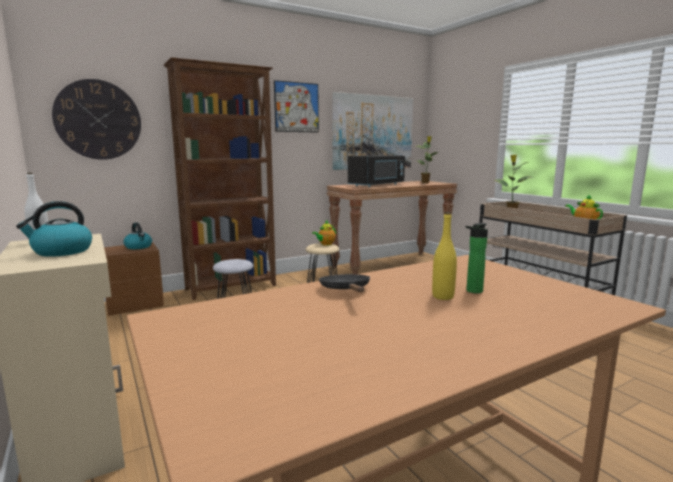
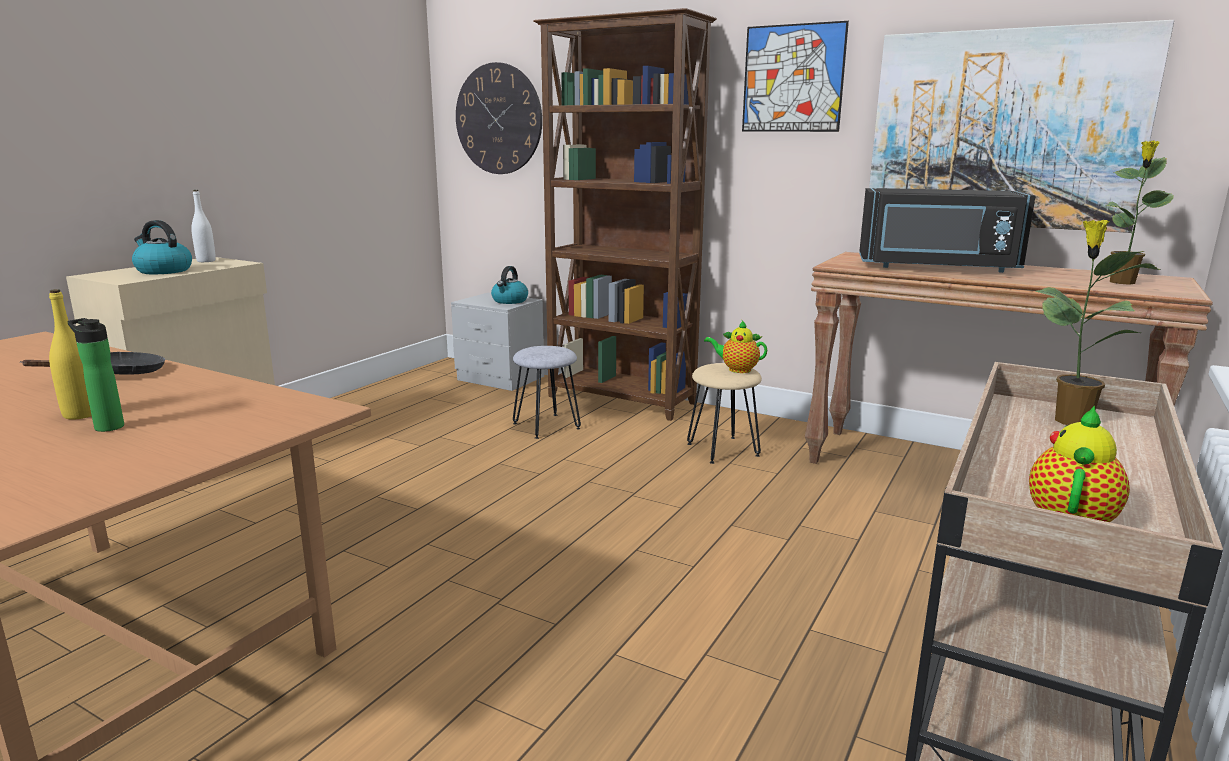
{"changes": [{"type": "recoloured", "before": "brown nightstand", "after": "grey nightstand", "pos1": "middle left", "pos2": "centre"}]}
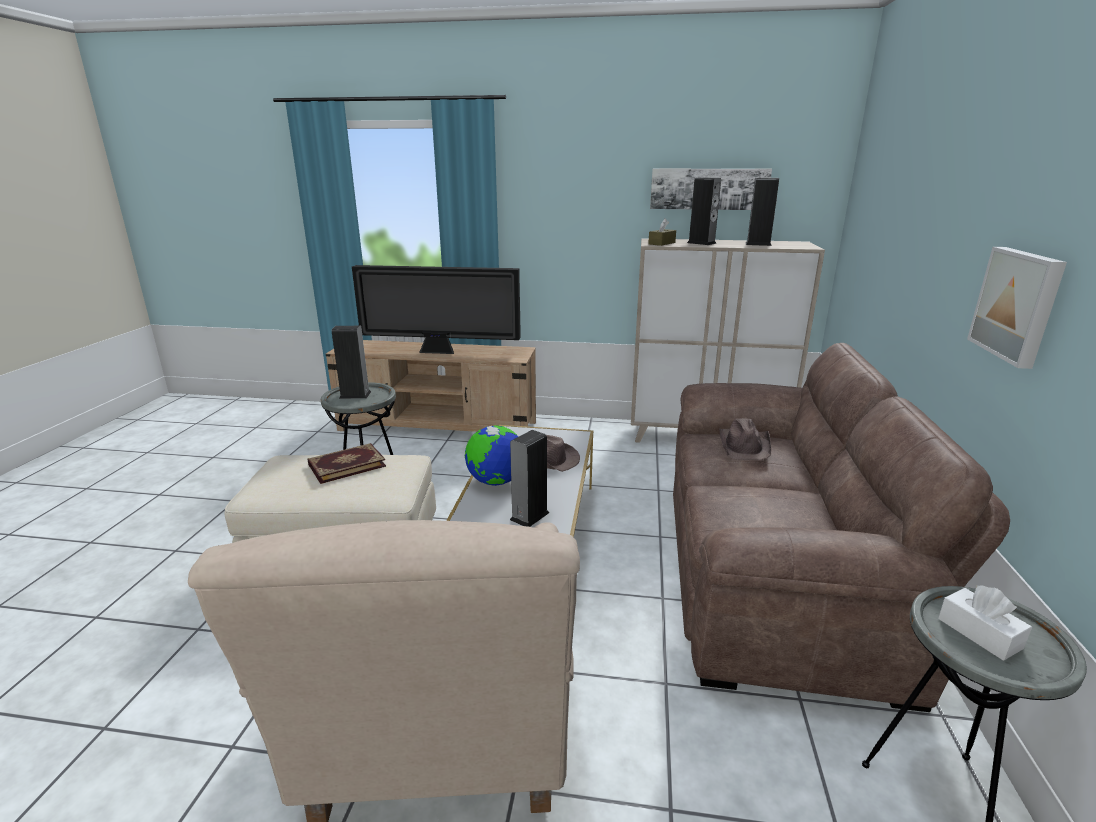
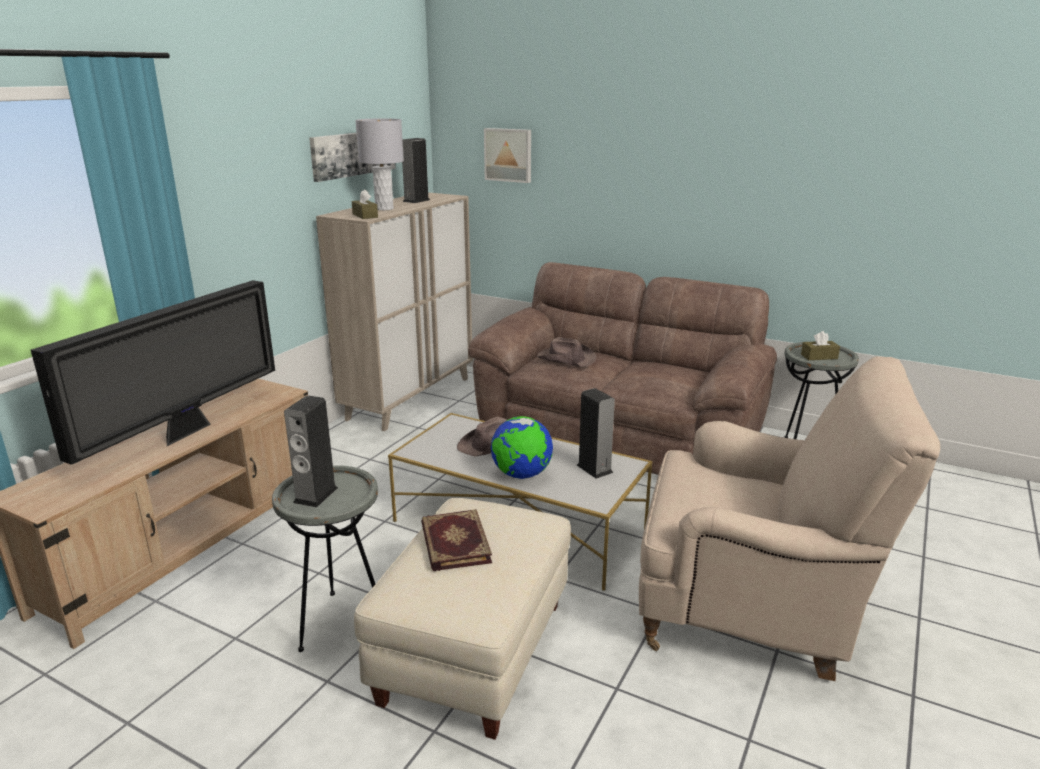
{"changes": [{"type": "moved", "before": "picture (2nd from left)", "pos1": "middle right", "pos2": "top centre"}, {"type": "replaced", "before": "speaker (3rd from left)", "after": "grey table lamp", "pos1": "top centre", "pos2": "top centre"}, {"type": "recoloured", "before": "white tissue box", "after": "brown tissue box (2nd from left)", "pos1": "bottom right", "pos2": "middle right"}]}
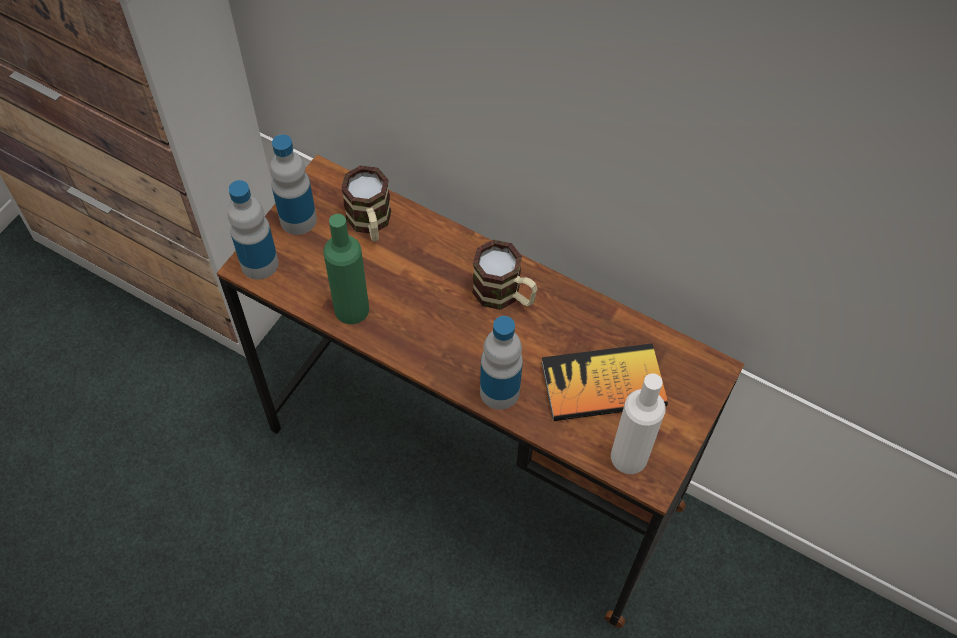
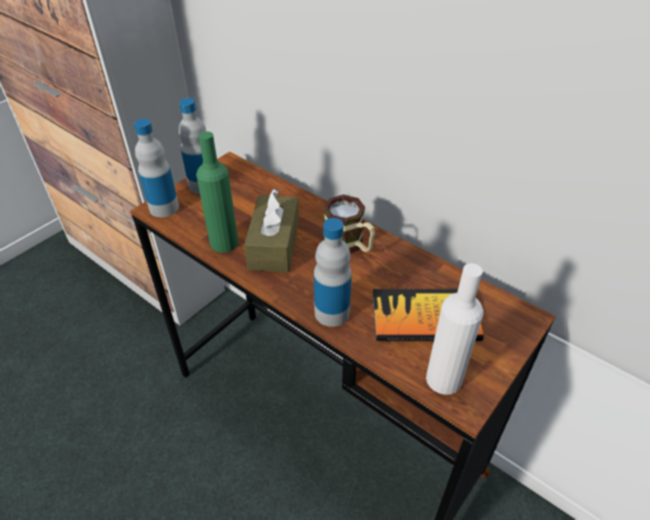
{"changes": [{"type": "removed", "before": "mug (1st from left)", "pos1": "top centre"}, {"type": "added", "after": "brown tissue box", "pos2": "centre"}]}
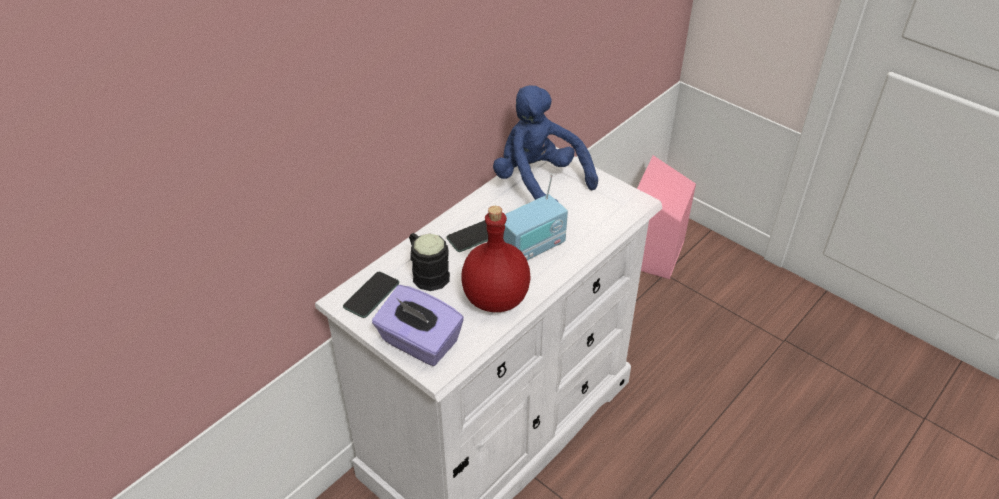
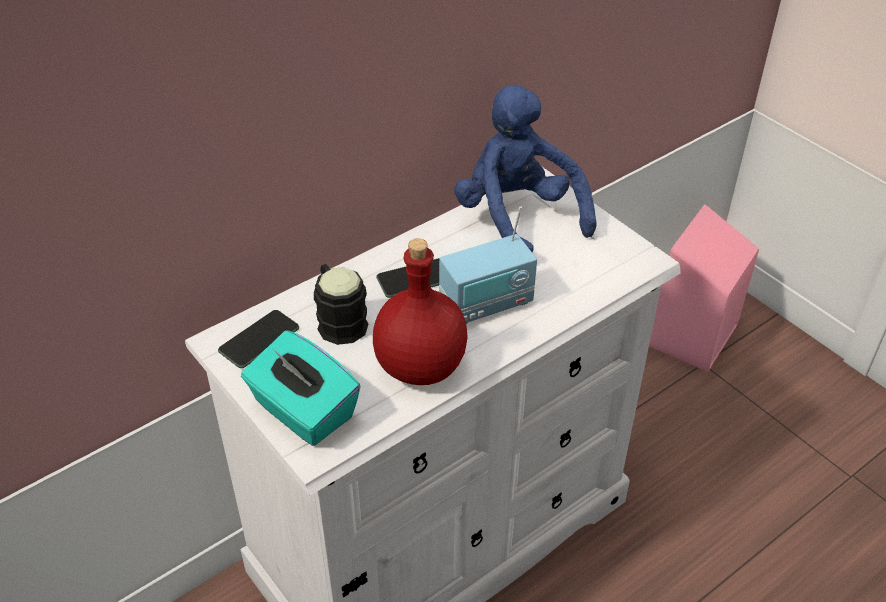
{"changes": [{"type": "recoloured", "before": "purple tissue box", "after": "turquoise tissue box", "pos1": "centre", "pos2": "centre"}]}
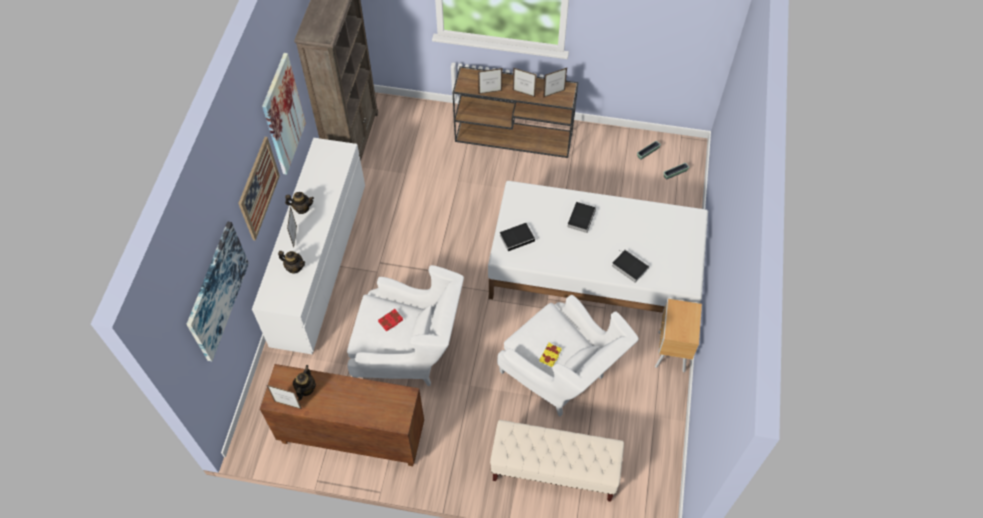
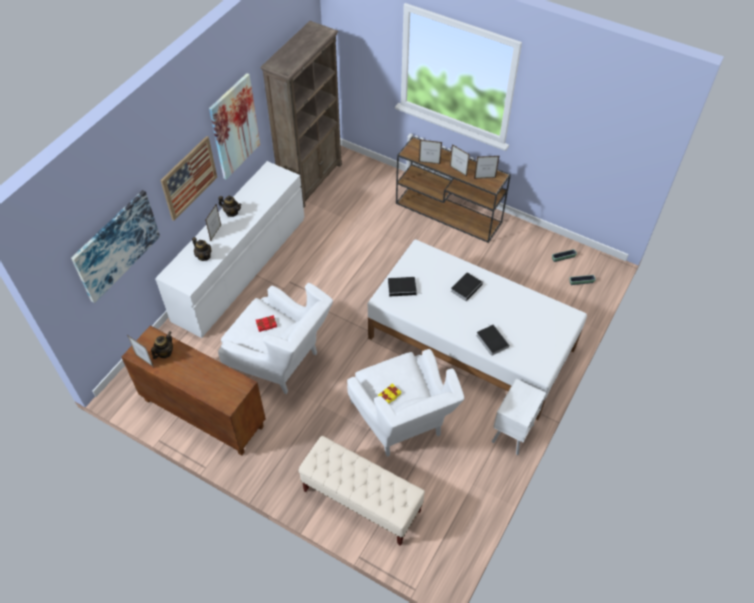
{"changes": [{"type": "recoloured", "before": "brown nightstand", "after": "white nightstand", "pos1": "middle right", "pos2": "bottom right"}]}
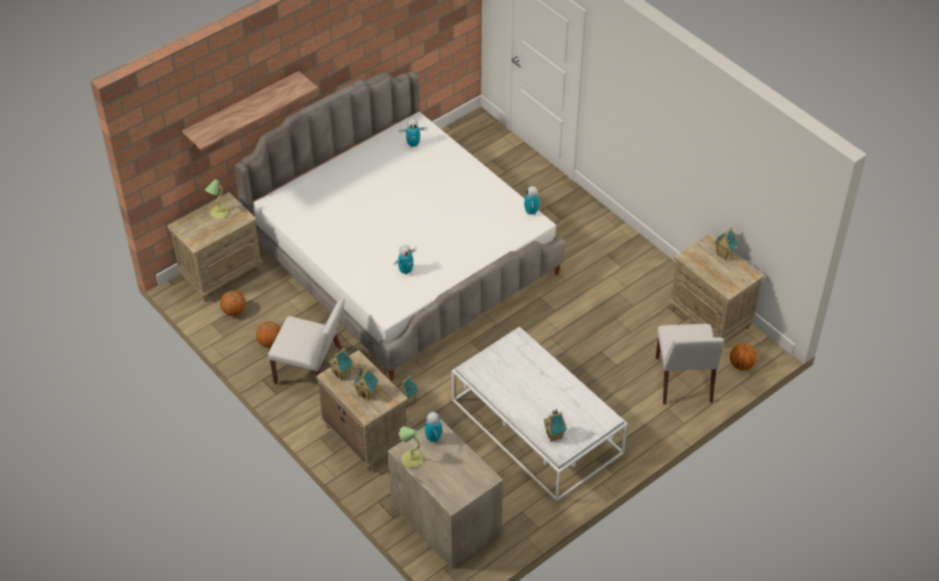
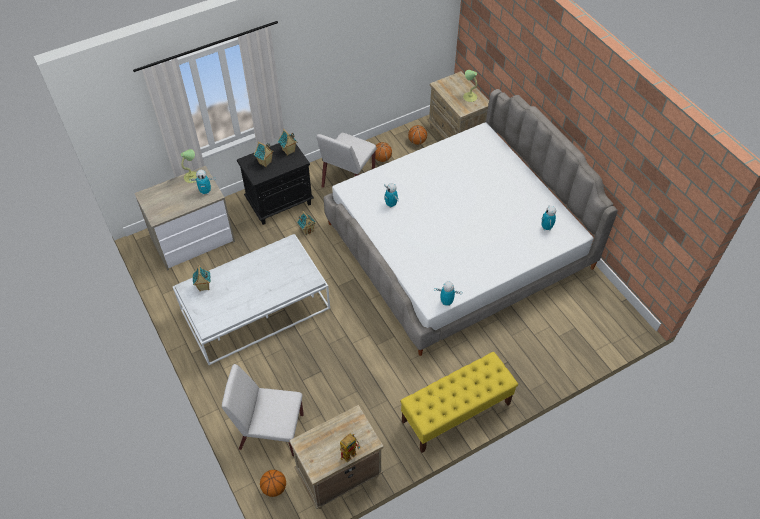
{"changes": [{"type": "removed", "before": "shelf", "pos1": "top left"}, {"type": "added", "after": "yellow bench", "pos2": "bottom centre"}, {"type": "replaced", "before": "toy house (5th from left)", "after": "toy robot (2nd from left)", "pos1": "middle right", "pos2": "bottom centre"}, {"type": "recoloured", "before": "beige nightstand (2nd from left)", "after": "black nightstand", "pos1": "bottom centre", "pos2": "centre"}]}
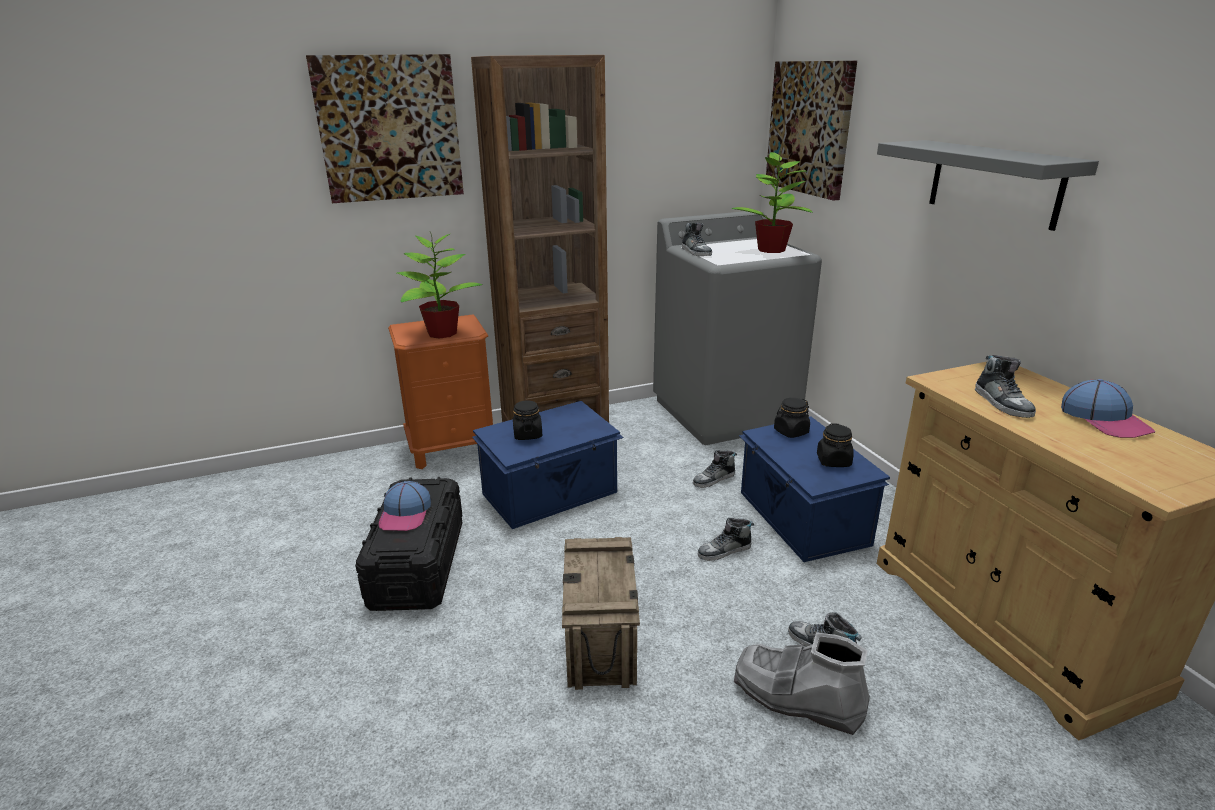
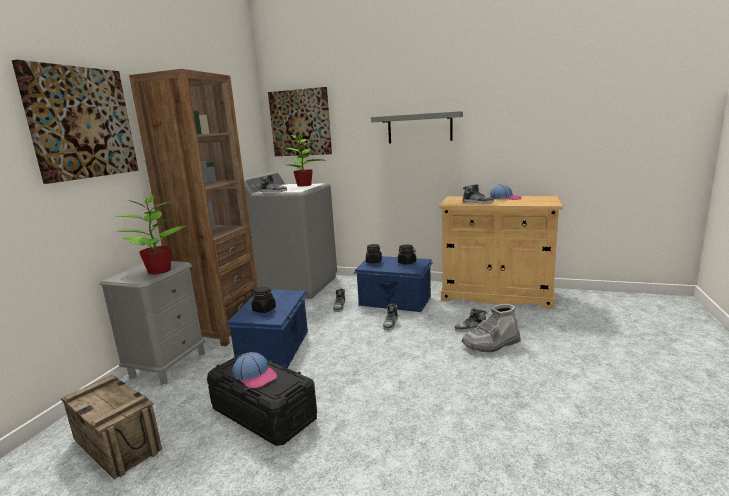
{"changes": [{"type": "moved", "before": "crate", "pos1": "bottom centre", "pos2": "bottom left"}, {"type": "recoloured", "before": "orange nightstand", "after": "grey nightstand", "pos1": "centre", "pos2": "middle left"}]}
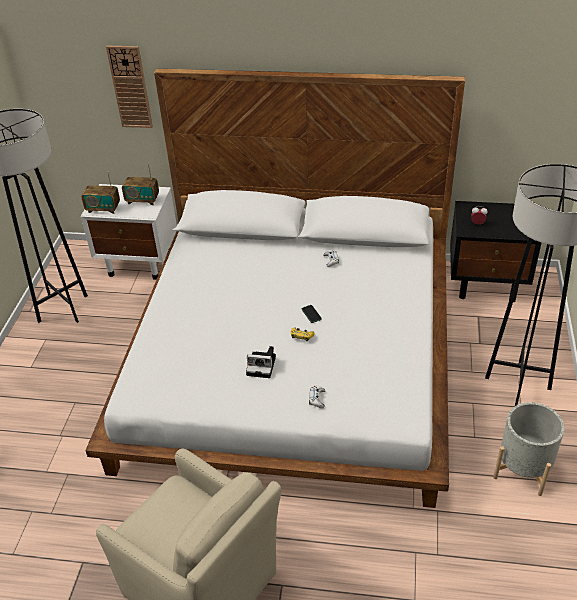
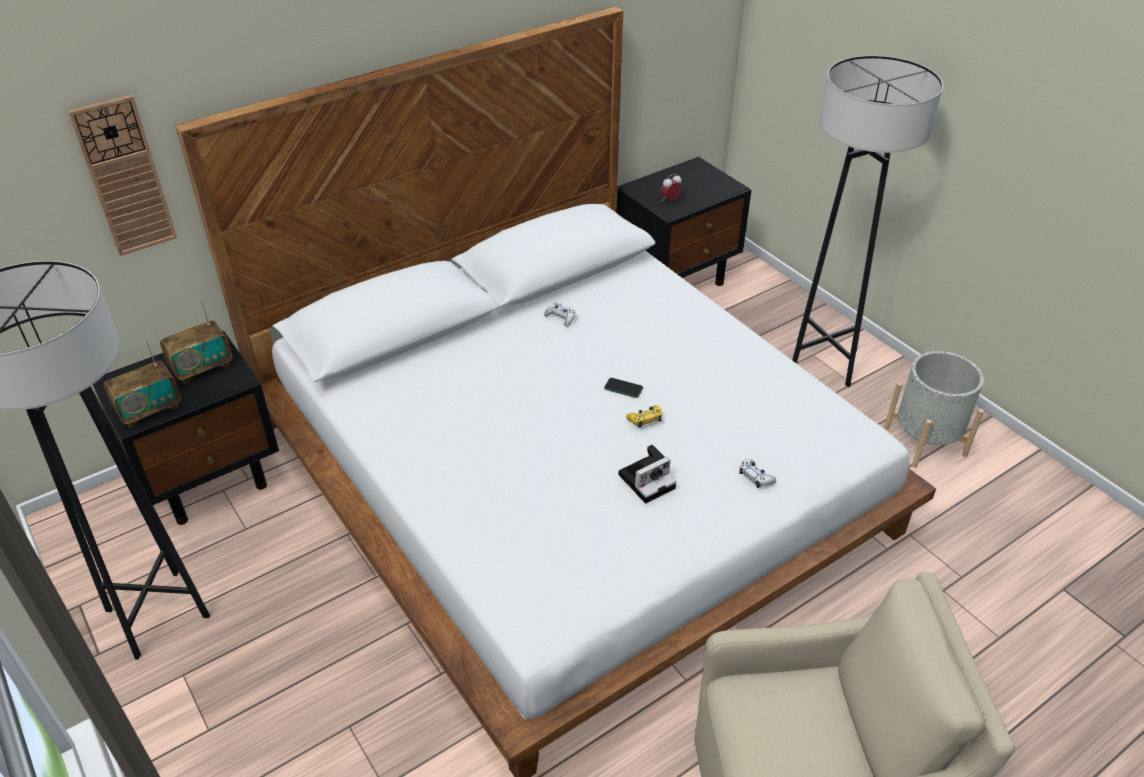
{"changes": [{"type": "recoloured", "before": "white nightstand", "after": "black nightstand (1st from left)", "pos1": "middle left", "pos2": "middle left"}]}
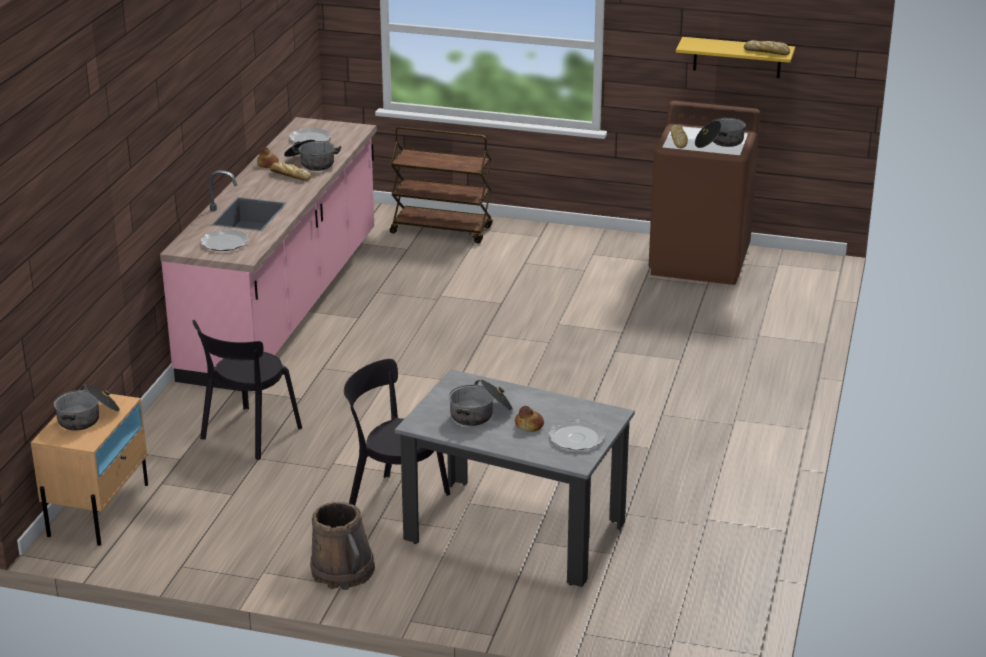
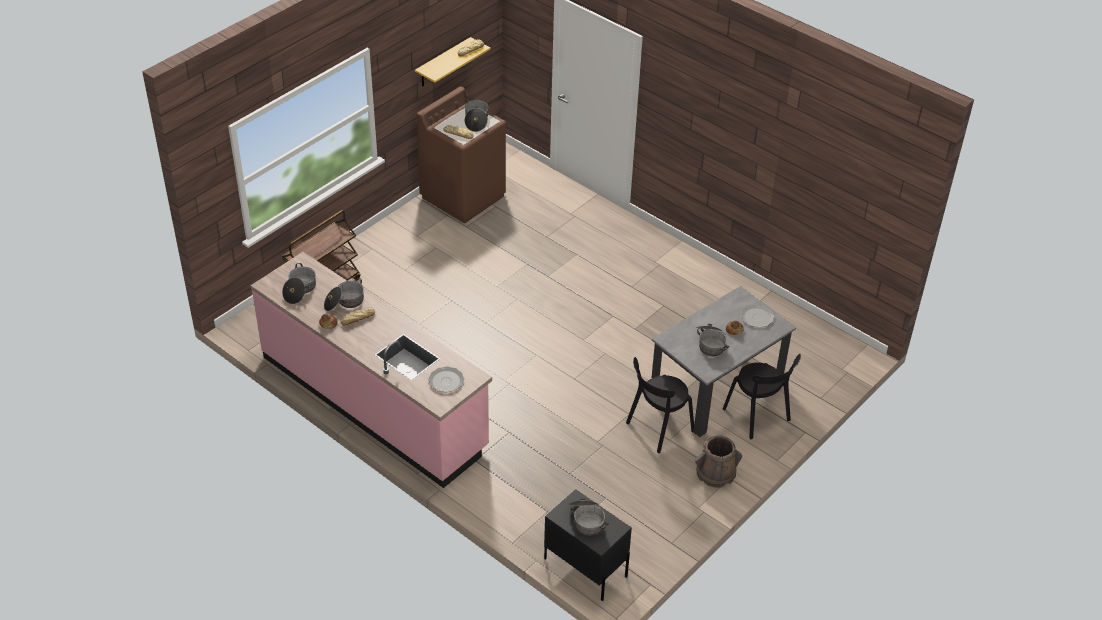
{"changes": [{"type": "moved", "before": "black chair (1st from left in the first image)", "after": "black chair (2nd from left)", "pos1": "middle left", "pos2": "middle right"}, {"type": "replaced", "before": "plate (2nd from left)", "after": "cooking pot (1st from left)", "pos1": "top left", "pos2": "middle left"}, {"type": "recoloured", "before": "beige nightstand", "after": "black nightstand", "pos1": "bottom left", "pos2": "bottom centre"}]}
